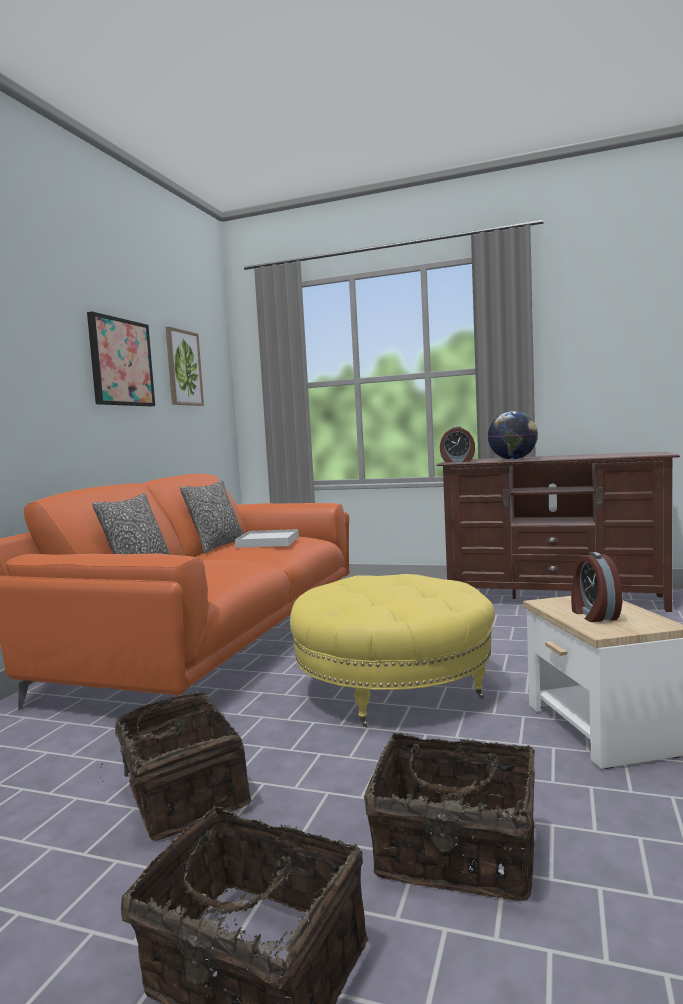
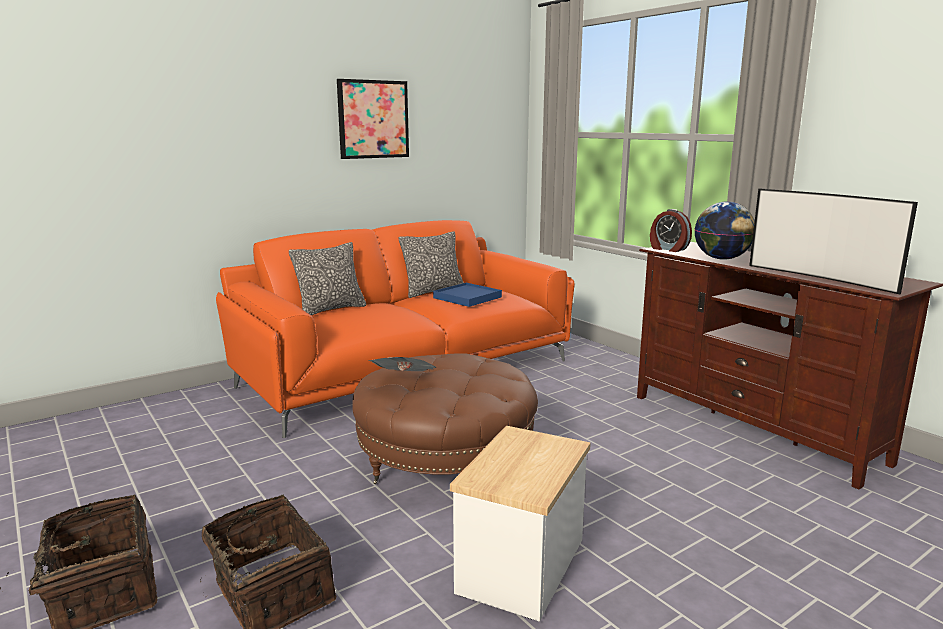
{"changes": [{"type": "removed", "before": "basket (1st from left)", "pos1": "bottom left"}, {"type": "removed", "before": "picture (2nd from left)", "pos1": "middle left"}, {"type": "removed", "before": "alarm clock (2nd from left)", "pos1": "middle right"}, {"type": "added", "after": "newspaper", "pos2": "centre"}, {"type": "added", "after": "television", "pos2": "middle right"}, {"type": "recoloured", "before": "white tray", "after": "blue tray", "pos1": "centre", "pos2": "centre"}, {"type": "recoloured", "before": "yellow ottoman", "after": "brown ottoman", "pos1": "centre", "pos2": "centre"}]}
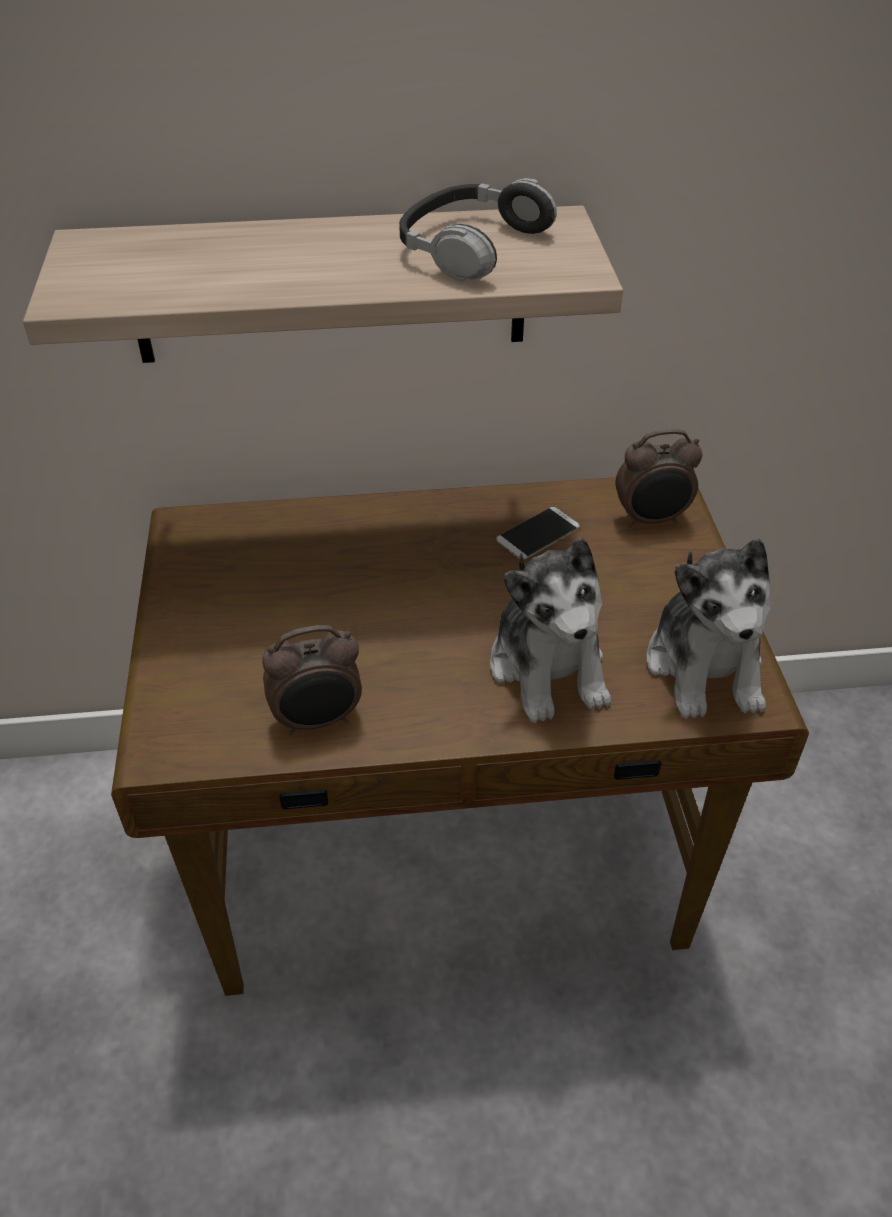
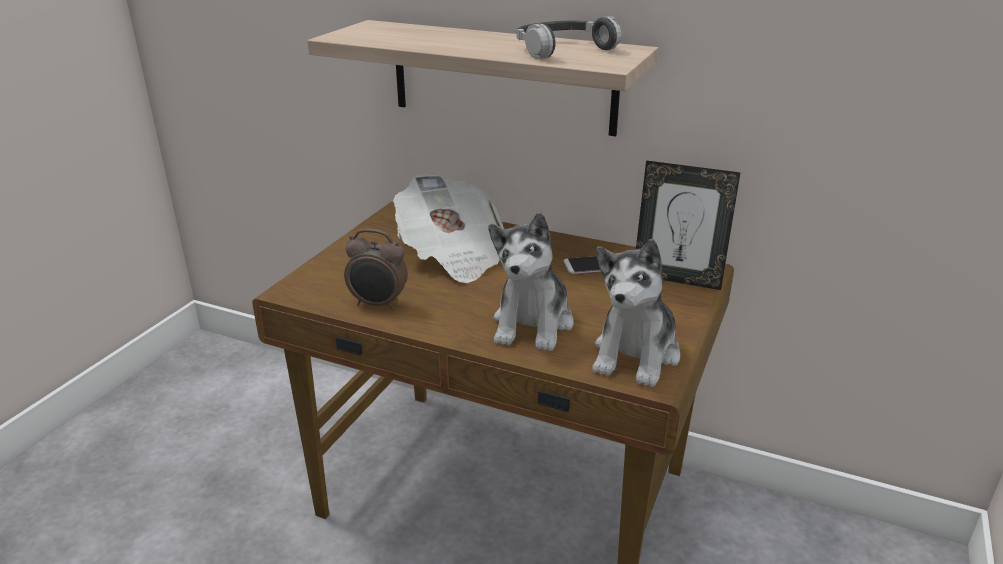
{"changes": [{"type": "added", "after": "newspaper", "pos2": "centre"}, {"type": "replaced", "before": "alarm clock (2nd from left)", "after": "picture frame", "pos1": "middle right", "pos2": "middle right"}]}
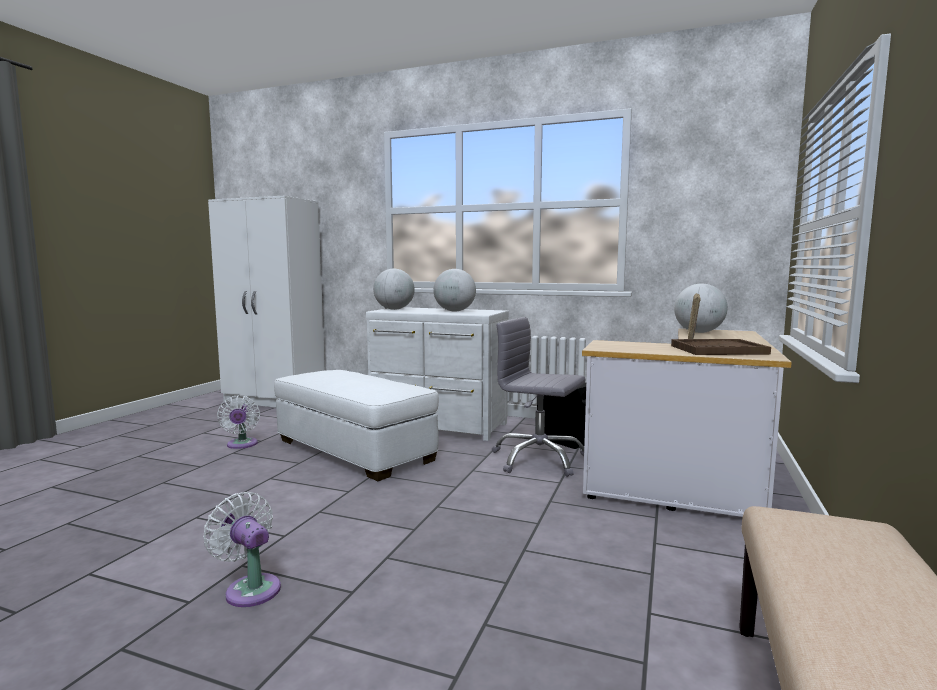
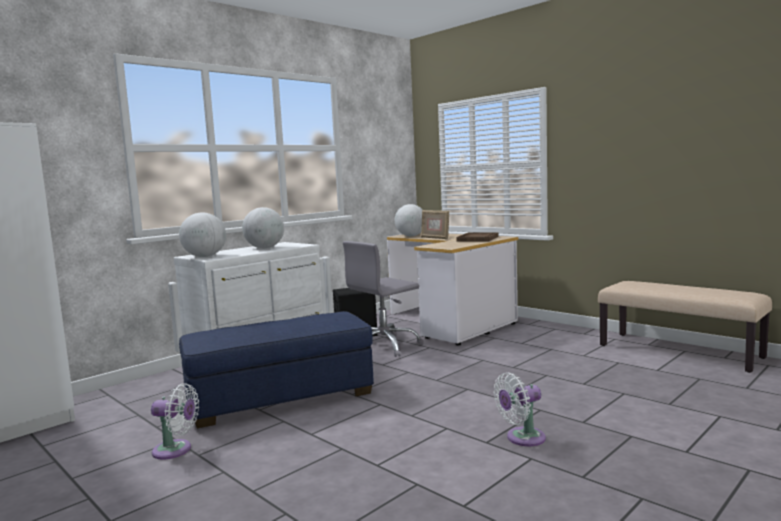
{"changes": [{"type": "recoloured", "before": "white ottoman", "after": "blue ottoman", "pos1": "centre", "pos2": "bottom centre"}]}
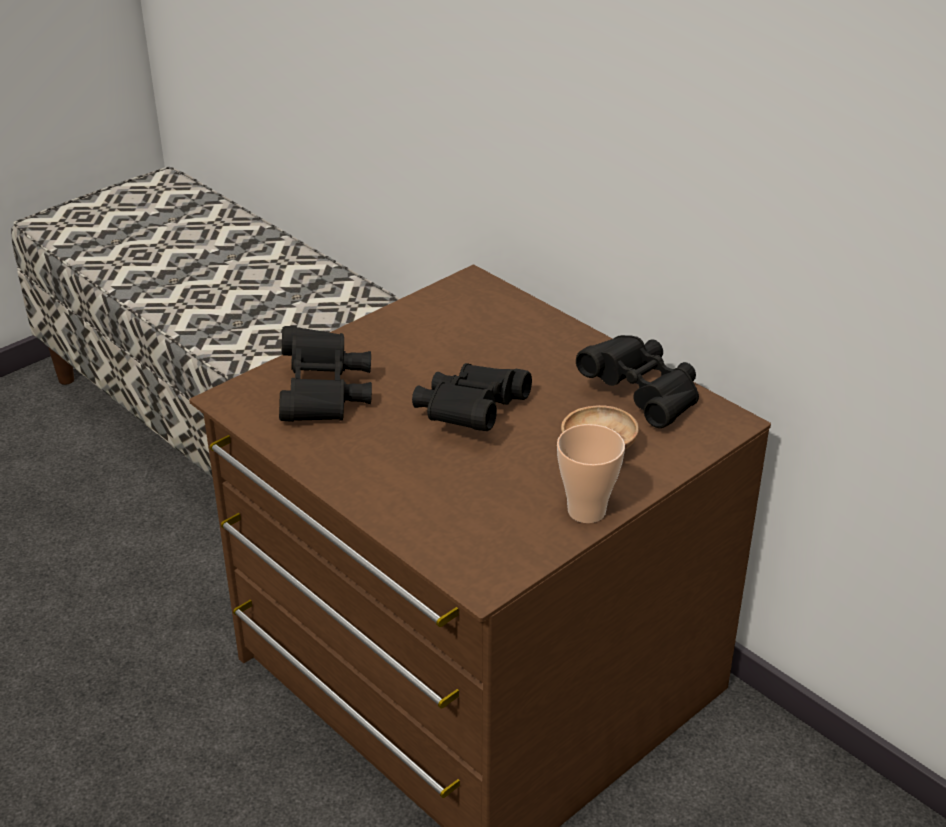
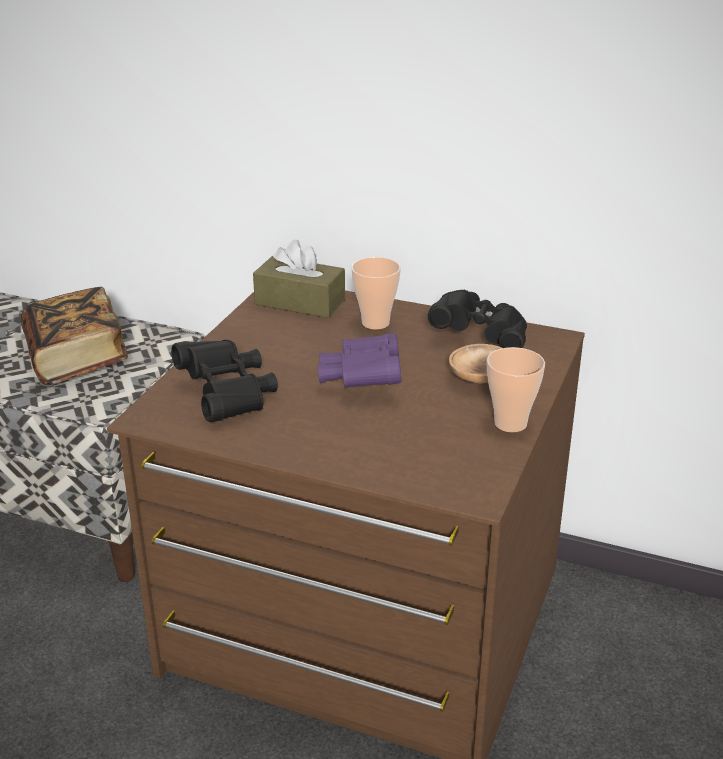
{"changes": [{"type": "added", "after": "book", "pos2": "middle left"}, {"type": "added", "after": "brown tissue box", "pos2": "centre"}, {"type": "added", "after": "cup (1st from left)", "pos2": "centre"}, {"type": "recoloured", "before": "black binoculars (2nd from left)", "after": "purple binoculars", "pos1": "centre", "pos2": "centre"}]}
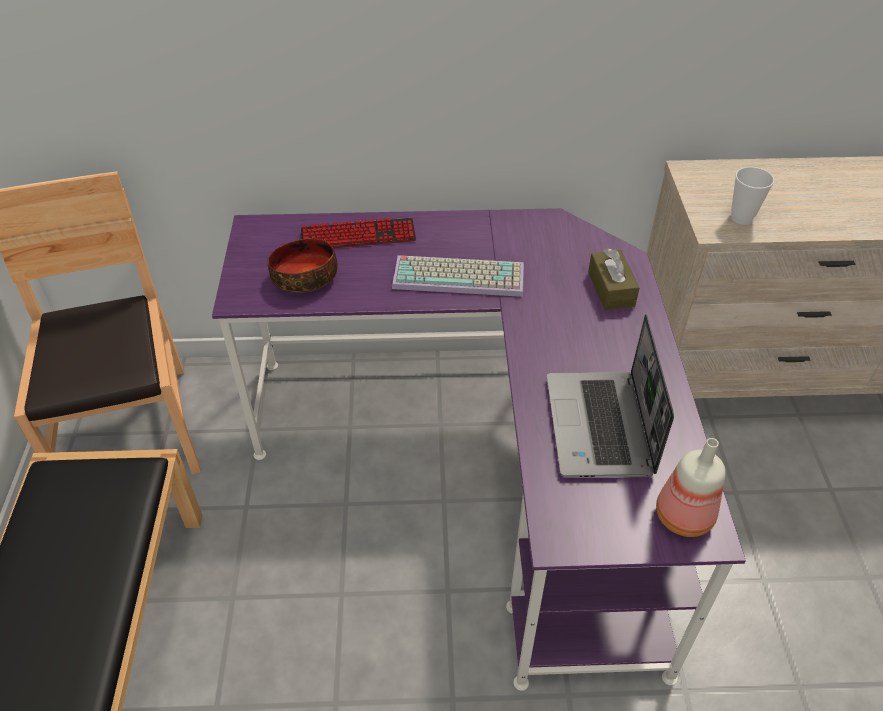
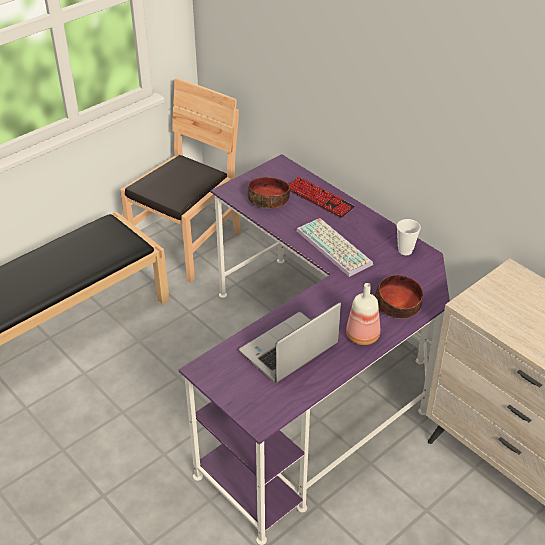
{"changes": [{"type": "moved", "before": "bottle", "pos1": "bottom right", "pos2": "centre"}, {"type": "moved", "before": "cup", "pos1": "top right", "pos2": "middle right"}, {"type": "replaced", "before": "brown tissue box", "after": "bowl (2nd from left)", "pos1": "middle right", "pos2": "middle right"}]}
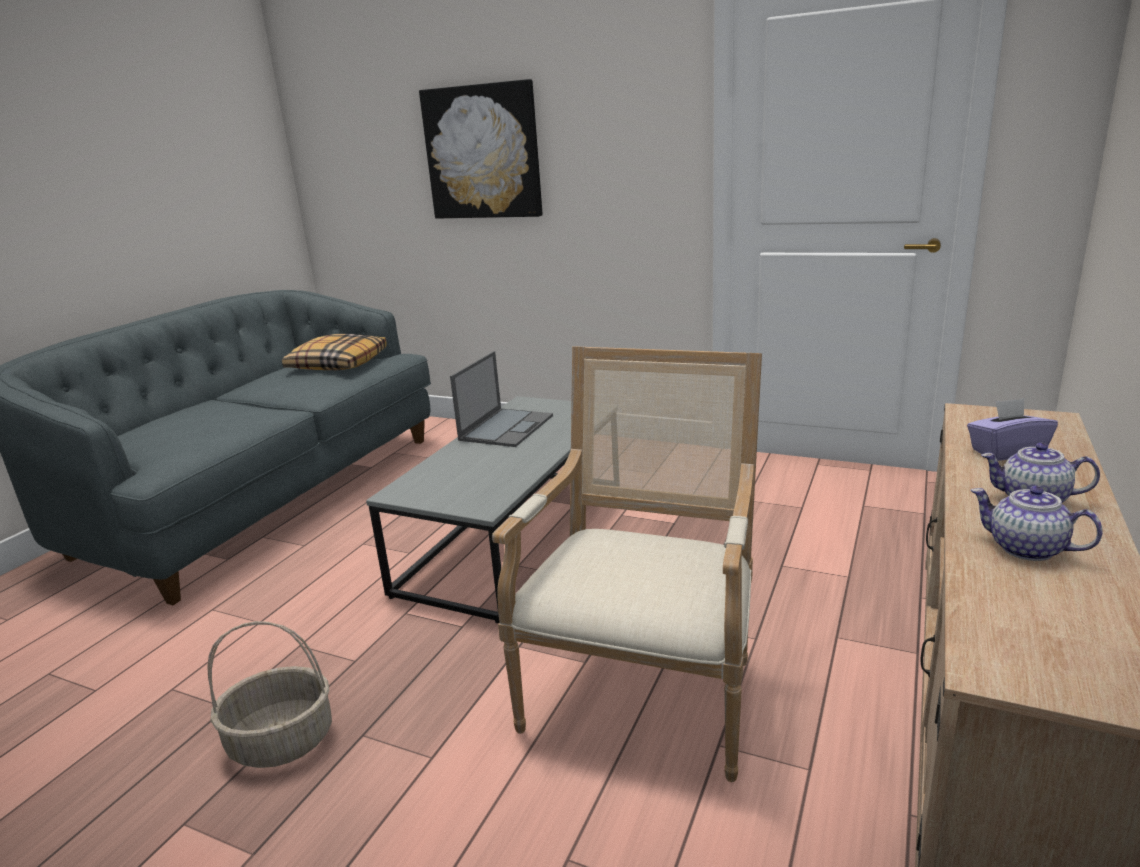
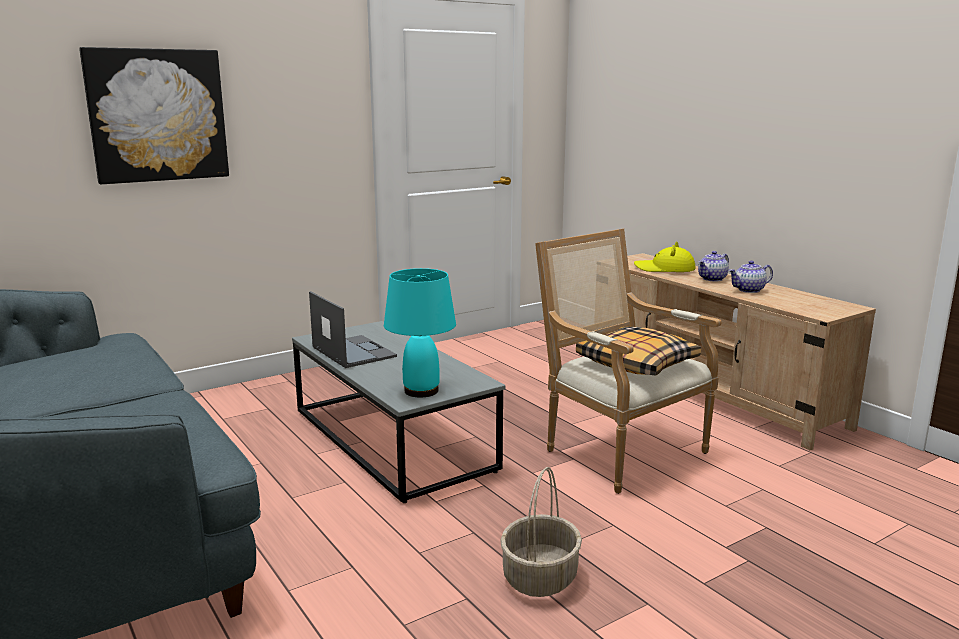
{"changes": [{"type": "added", "after": "turquoise table lamp", "pos2": "centre"}, {"type": "moved", "before": "pillow", "pos1": "middle left", "pos2": "centre"}, {"type": "replaced", "before": "purple tissue box", "after": "yellow hat", "pos1": "middle right", "pos2": "middle right"}]}
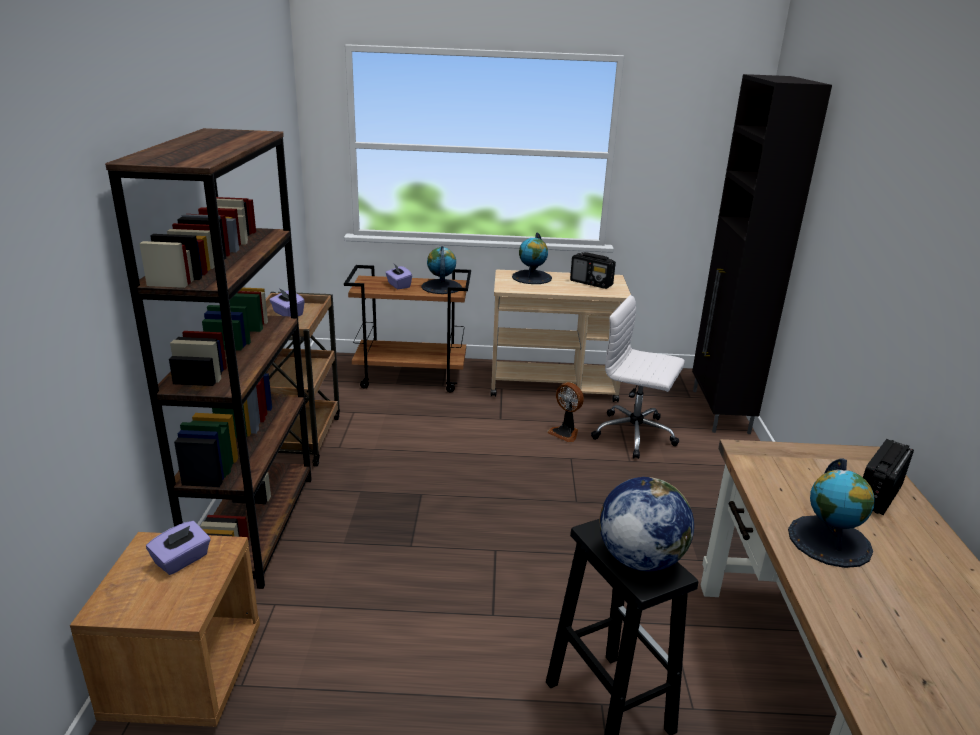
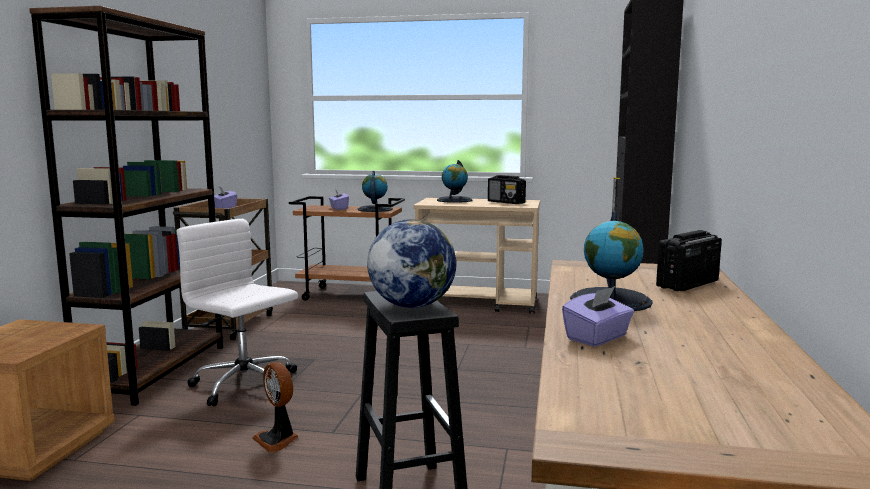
{"changes": [{"type": "moved", "before": "purple tissue box (1st from left in the first image)", "after": "purple tissue box (3rd from left)", "pos1": "bottom left", "pos2": "middle right"}, {"type": "moved", "before": "fan", "pos1": "centre", "pos2": "bottom left"}, {"type": "moved", "before": "white office chair", "pos1": "centre", "pos2": "middle left"}]}
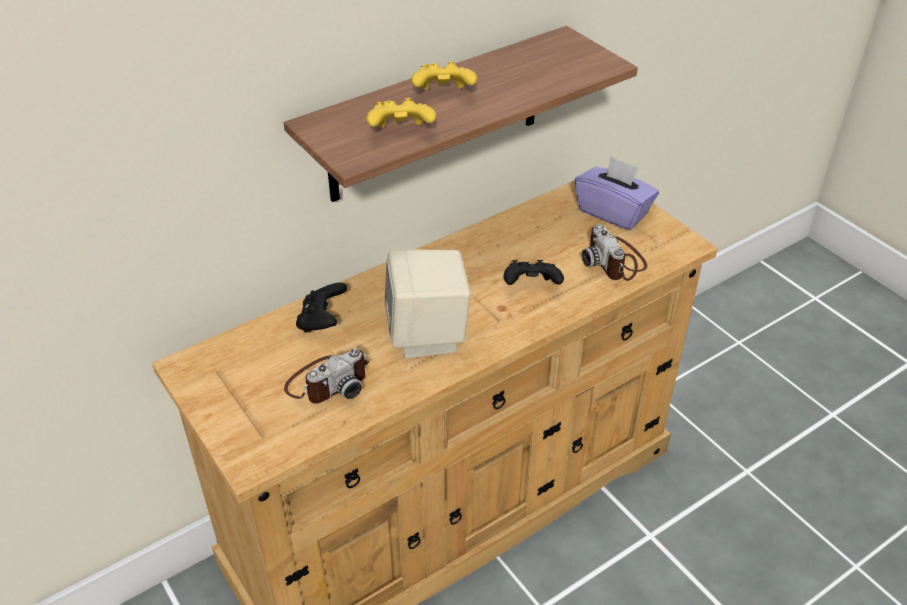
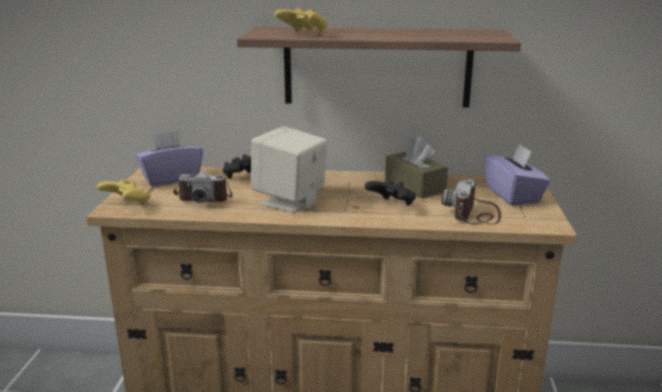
{"changes": [{"type": "added", "after": "purple tissue box (1st from left)", "pos2": "middle left"}, {"type": "added", "after": "brown tissue box", "pos2": "centre"}, {"type": "moved", "before": "yellow game controller (2nd from left in the first image)", "after": "yellow game controller (1st from left)", "pos1": "top centre", "pos2": "middle left"}]}
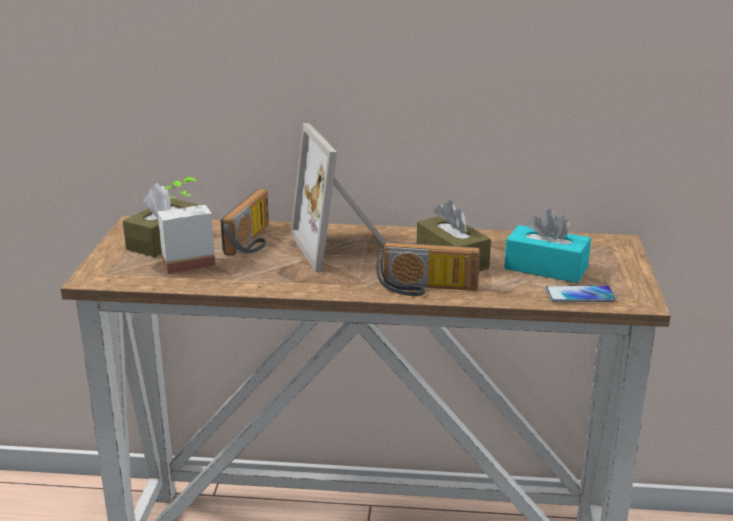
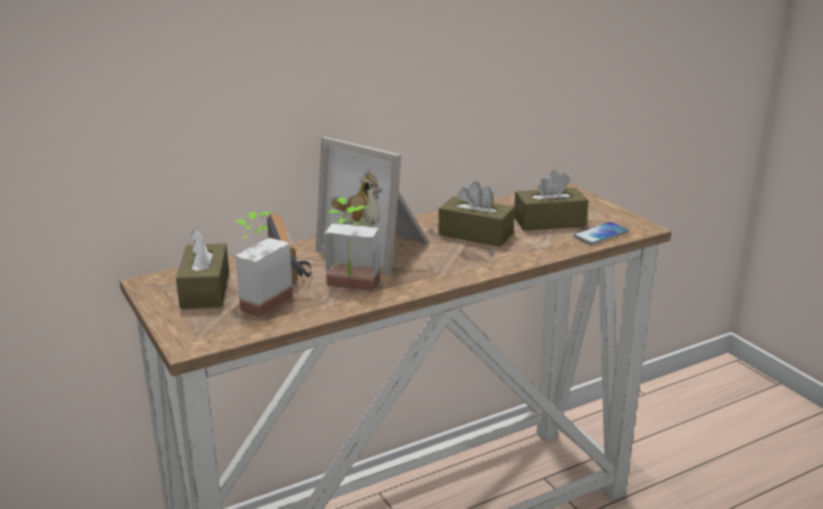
{"changes": [{"type": "removed", "before": "radio (2nd from left)", "pos1": "centre"}, {"type": "added", "after": "potted plant (2nd from left)", "pos2": "centre"}, {"type": "recoloured", "before": "turquoise tissue box", "after": "brown tissue box (3rd from left)", "pos1": "middle right", "pos2": "middle right"}]}
